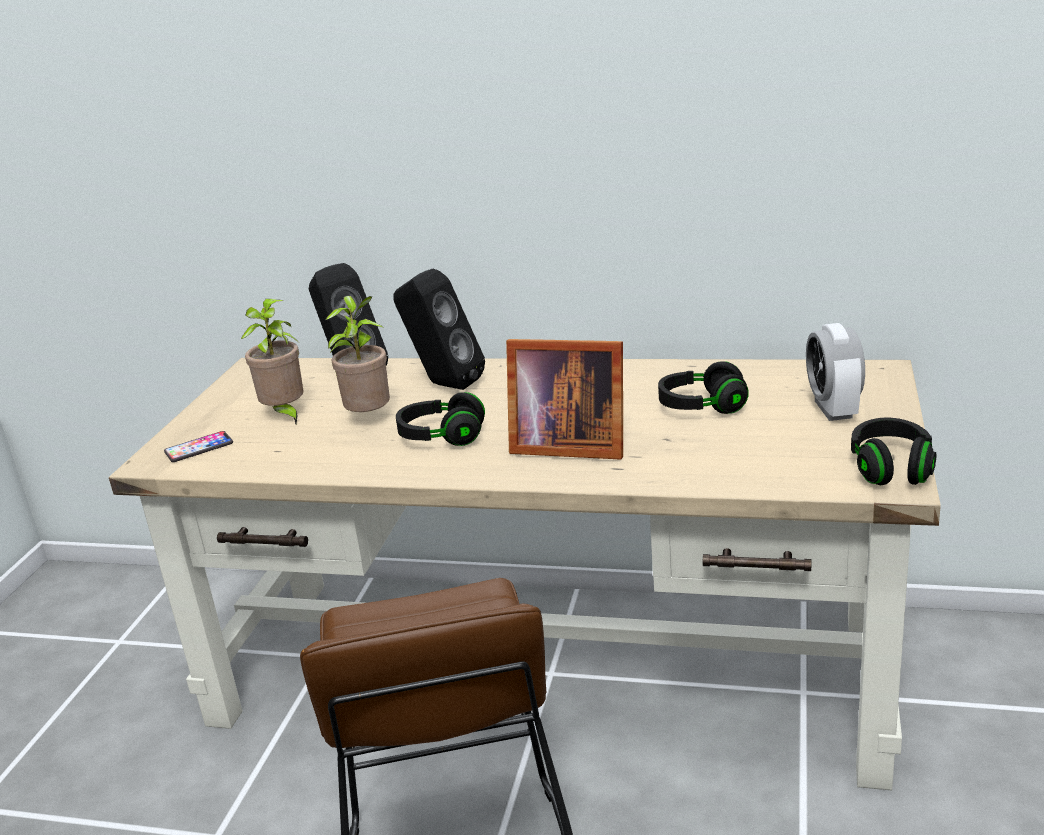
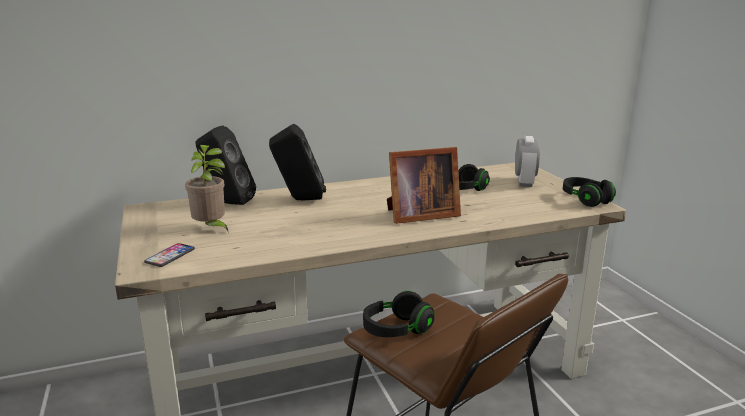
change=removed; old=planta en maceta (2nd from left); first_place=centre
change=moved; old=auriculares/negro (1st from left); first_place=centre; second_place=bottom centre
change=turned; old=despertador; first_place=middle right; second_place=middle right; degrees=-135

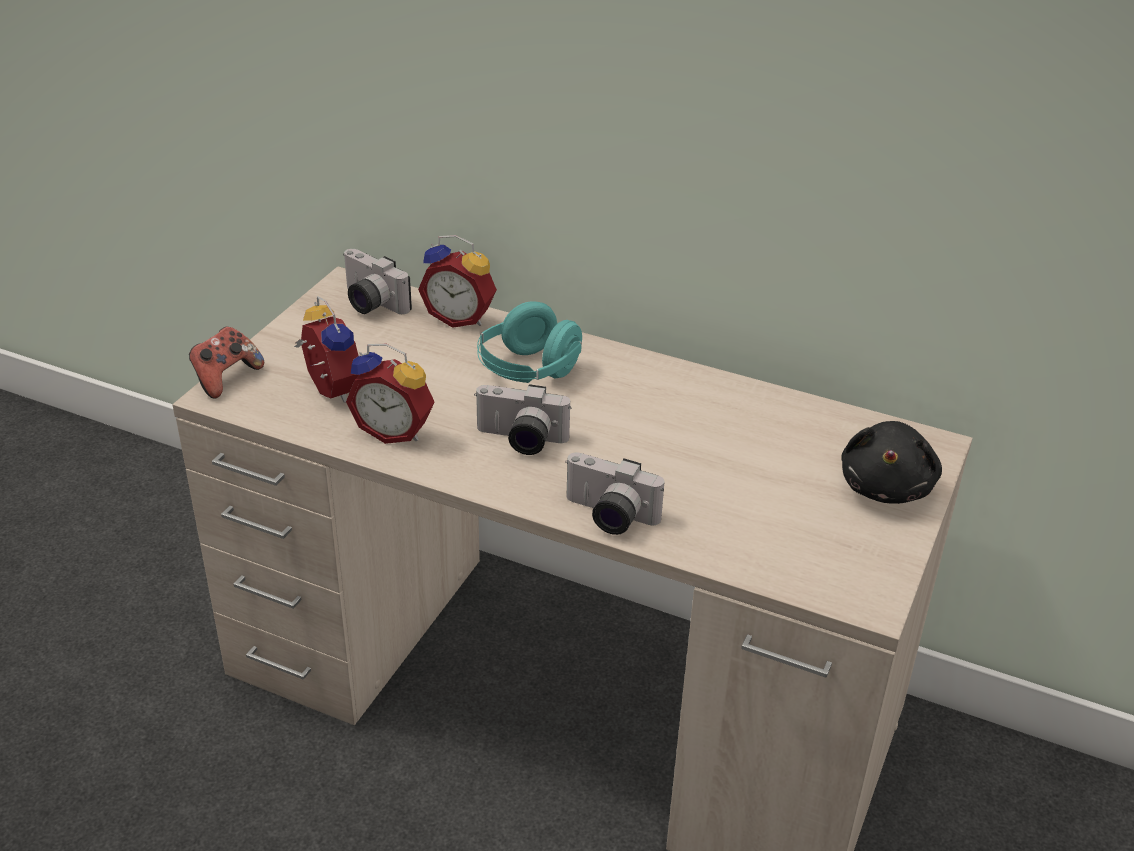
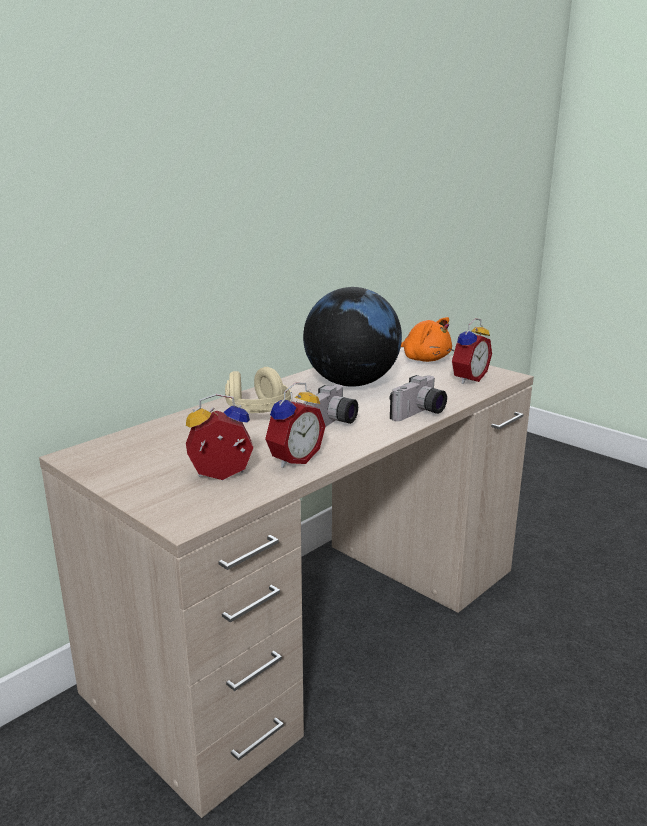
change=removed; old=mando de consola; first_place=middle left
change=removed; old=cámara (1st from left); first_place=top centre
change=added; new=globo terráqueo; second_place=centre
change=moved; old=despertador (3rd from left); first_place=top centre; second_place=middle right
change=recoloured; old=auriculares/turquesa; new=auriculares/beis; first_place=centre; second_place=centre
change=recoloured; old=peluche/negro; new=peluche/naranja; first_place=middle right; second_place=centre

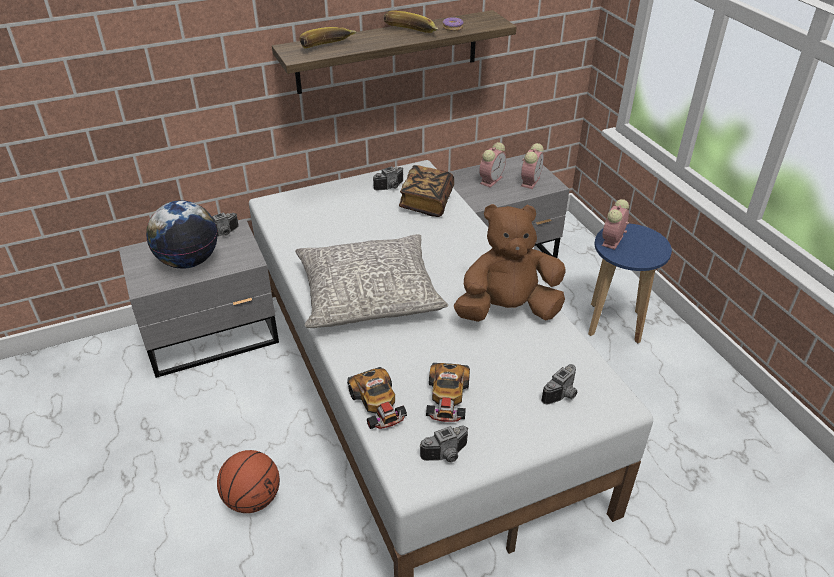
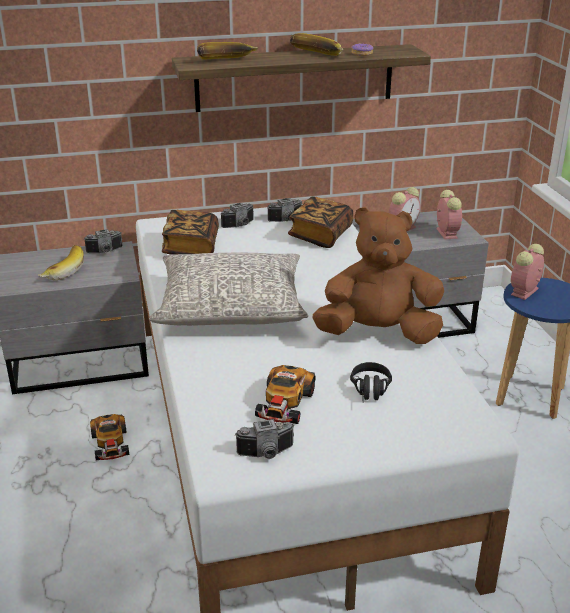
change=removed; old=balón de baloncesto; first_place=bottom left
change=added; new=libro (1st from left); second_place=centre
change=added; new=auriculares/negro; second_place=centre
change=moved; old=coche de juguete (1st from left); first_place=bottom centre; second_place=bottom left
change=moved; old=cámara (4th from left in the first image); new=cámara (2nd from left); first_place=middle right; second_place=centre
change=replaced; old=globo terráqueo; new=plátano (1st from left); first_place=middle left; second_place=middle left
change=turned; old=despertador (2nd from left); first_place=top centre; second_place=middle right; degrees=-45

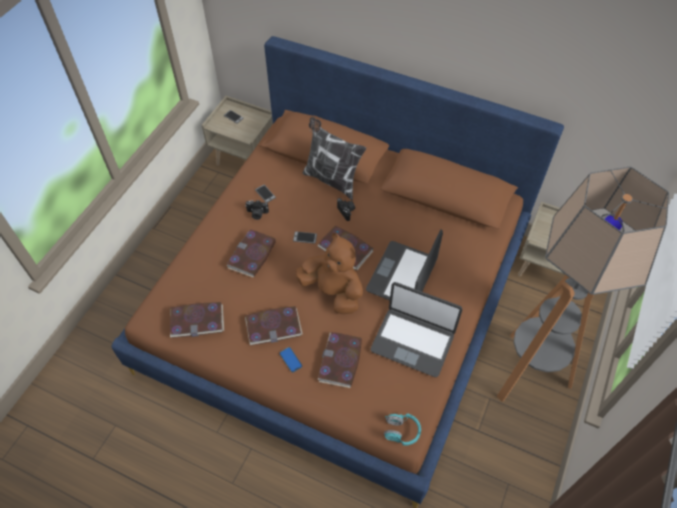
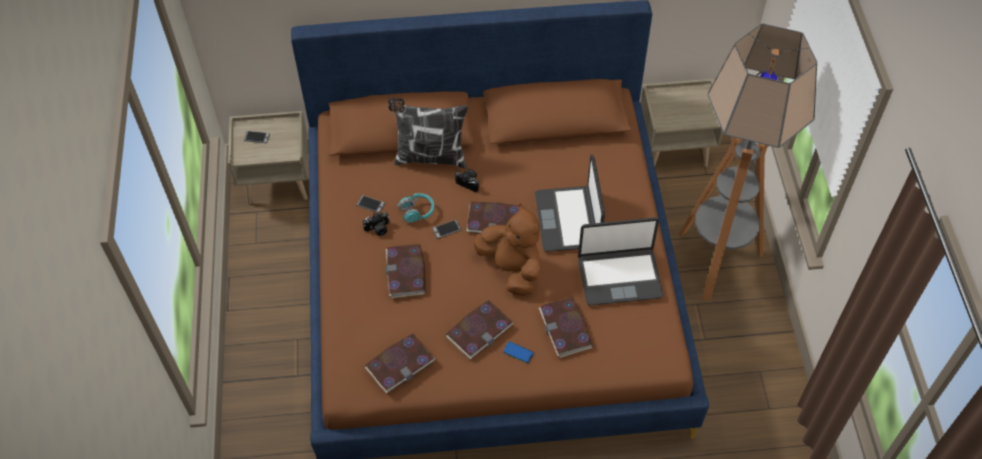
change=moved; old=auriculares/turquesa; first_place=bottom centre; second_place=centre
change=turned; old=peluche/marrón; first_place=centre; second_place=centre; degrees=45

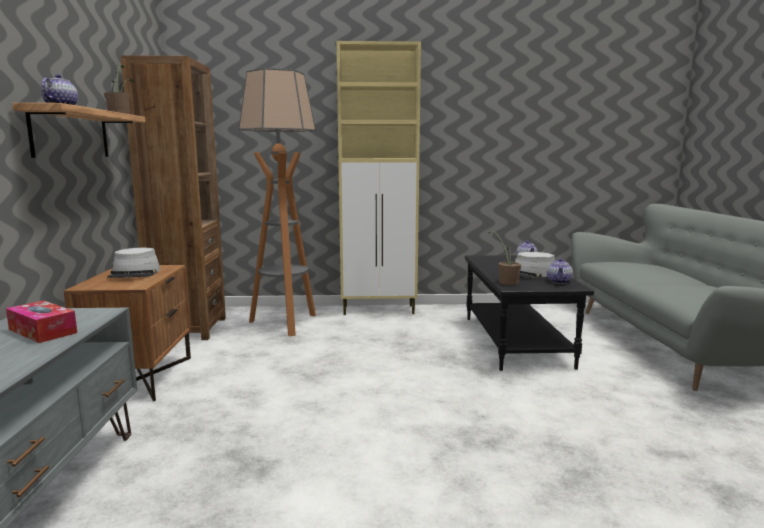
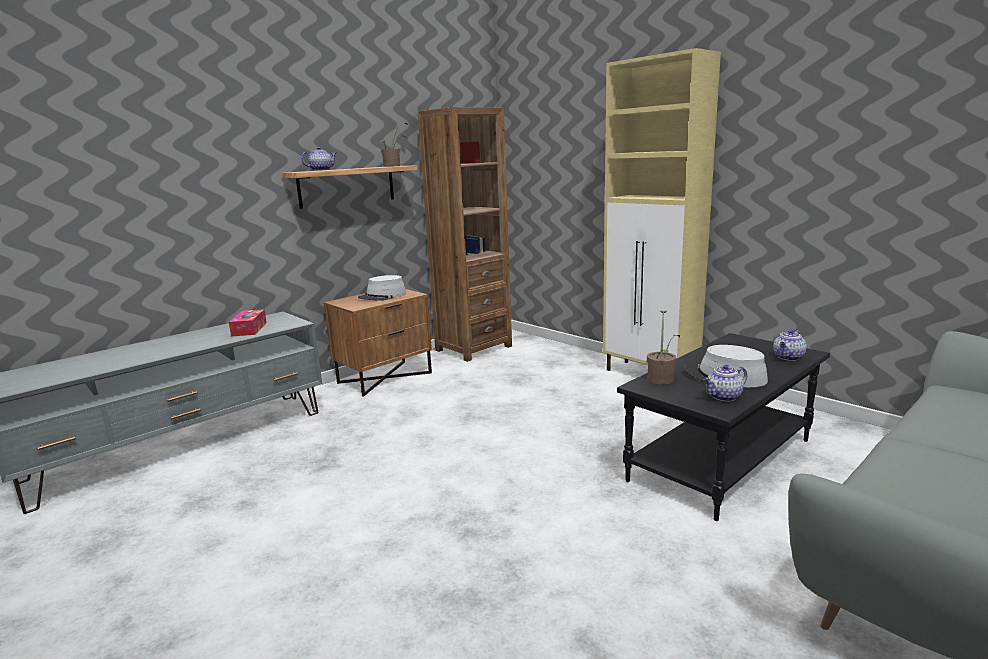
change=removed; old=lámpara de pie; first_place=centre

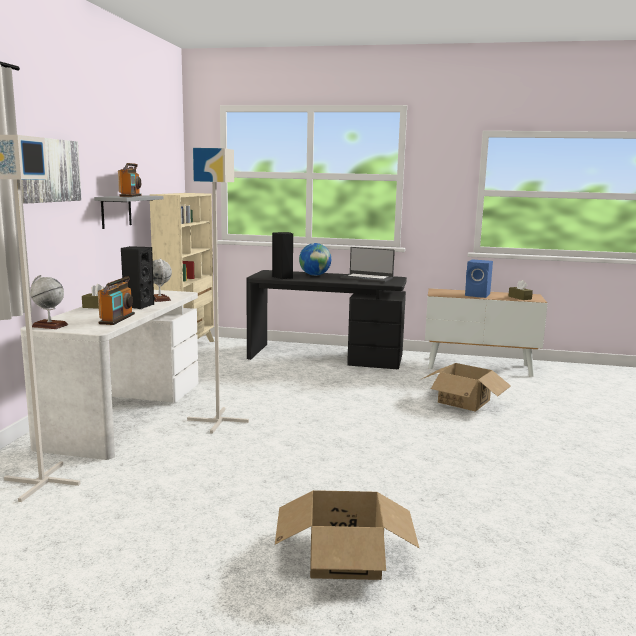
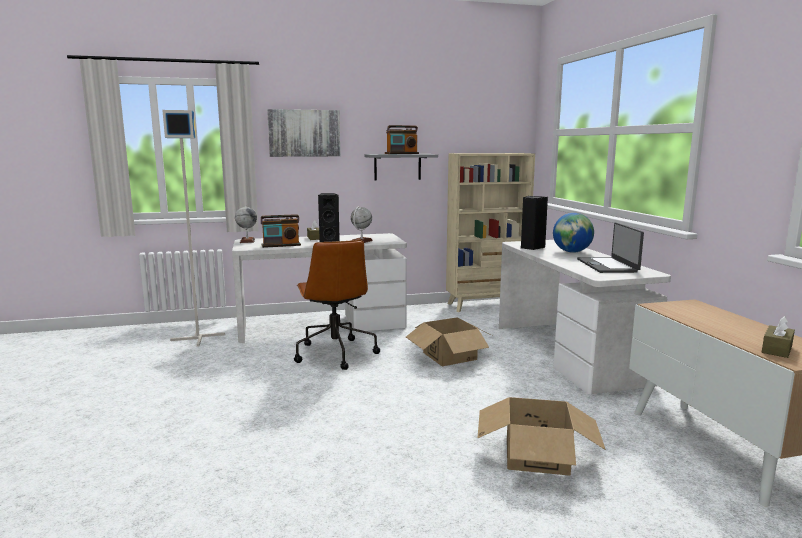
change=removed; old=altavoz/azul; first_place=middle right
change=moved; old=caja de cartón (1st from left); first_place=bottom centre; second_place=centre
change=replaced; old=lámpara de pie/gris (2nd from left); new=silla de oficina/marrón; first_place=centre; second_place=centre
change=recoloured; old=escritorio/negro; new=escritorio/blanco (2nd from left); first_place=centre; second_place=middle right

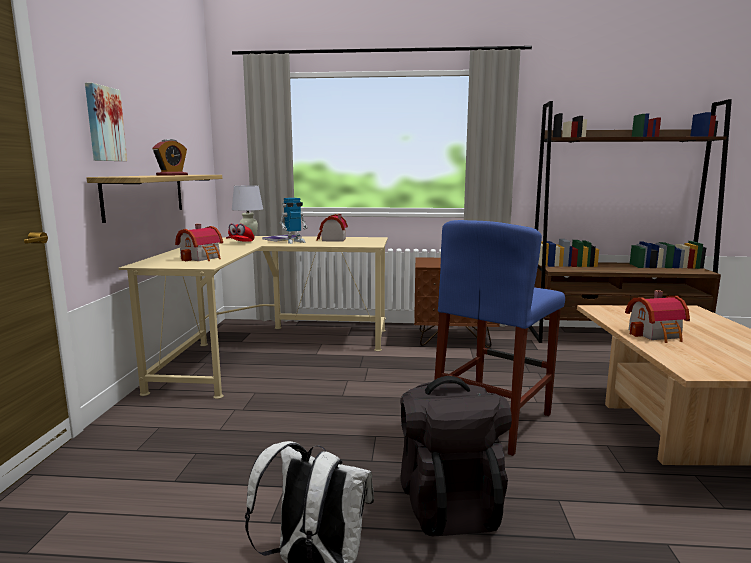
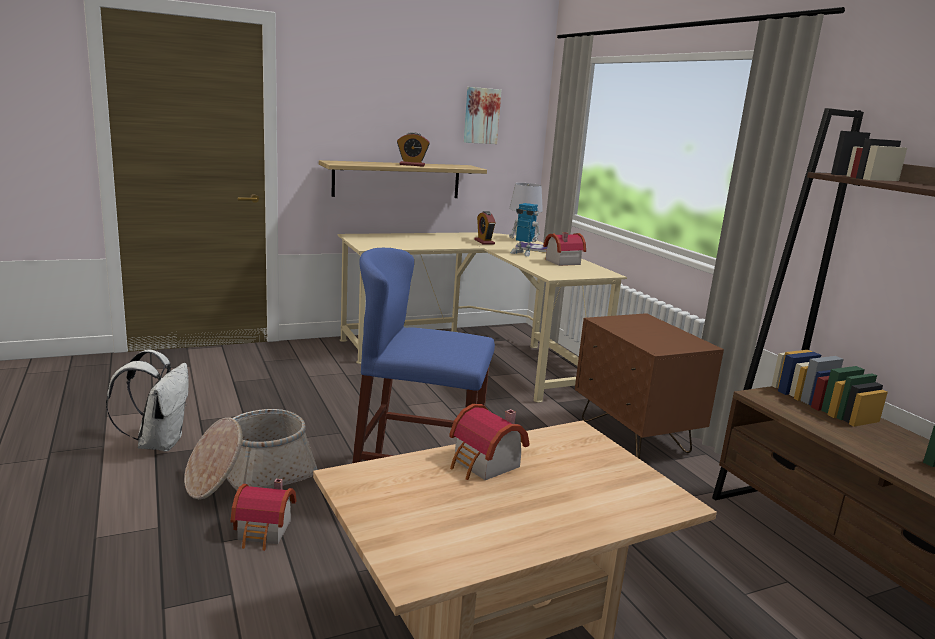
change=moved; old=cuadro; first_place=top left; second_place=top centre
change=moved; old=casita (1st from left); first_place=middle left; second_place=bottom left
change=replaced; old=gorra/rojo; new=despertador (2nd from left); first_place=middle left; second_place=centre
change=replaced; old=mochila/negro; new=cesta; first_place=bottom centre; second_place=bottom left

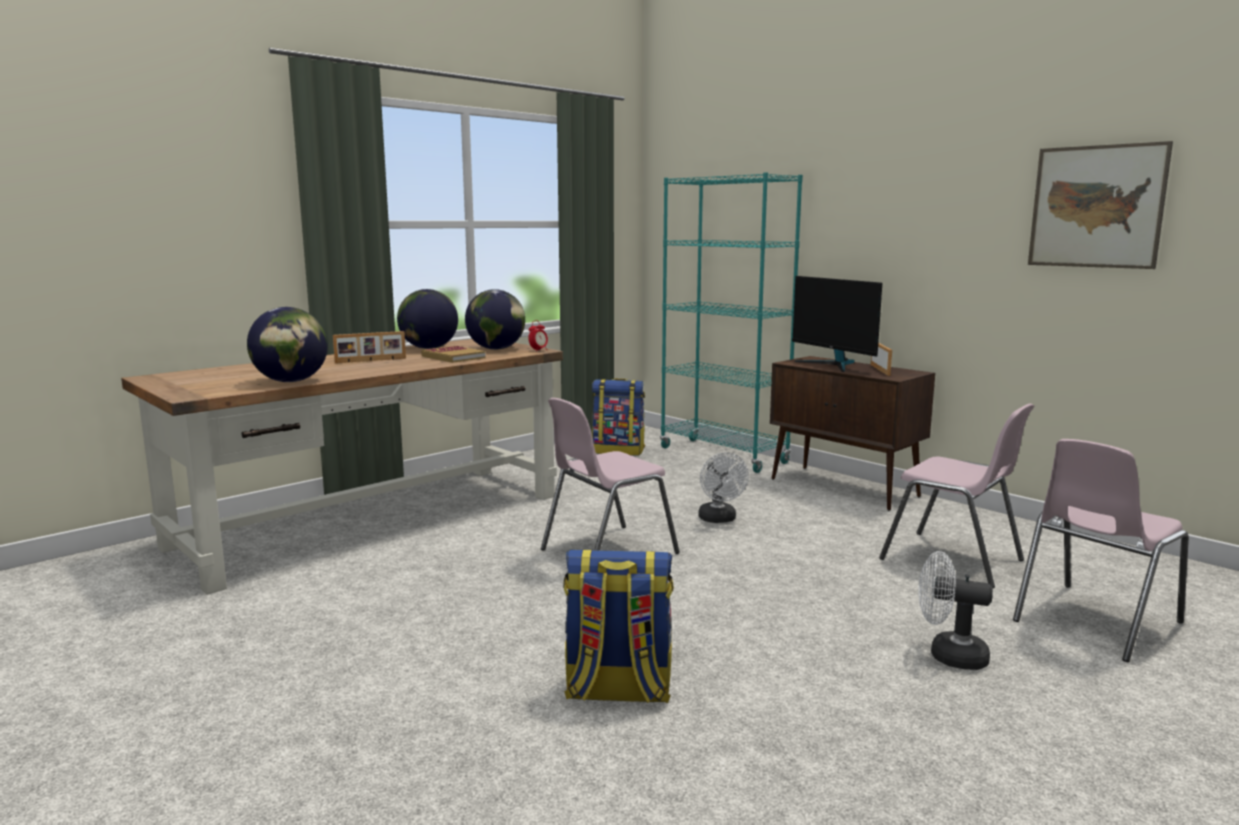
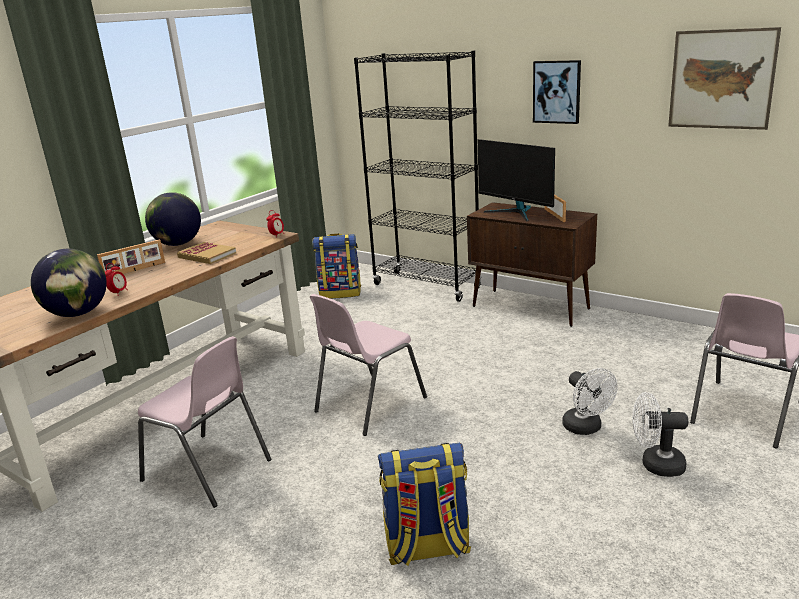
change=removed; old=globo terráqueo (3rd from left); first_place=centre
change=added; new=despertador (1st from left); second_place=middle left
change=added; new=cuadro (1st from left); second_place=top right
change=moved; old=ventilador/blanco (1st from left); first_place=centre; second_place=bottom right
change=moved; old=silla/rosa (2nd from left in the first image); new=silla/rosa (1st from left); first_place=middle right; second_place=bottom left
change=recoloured; old=estantería/turquesa; new=estantería/negro; first_place=centre; second_place=top centre

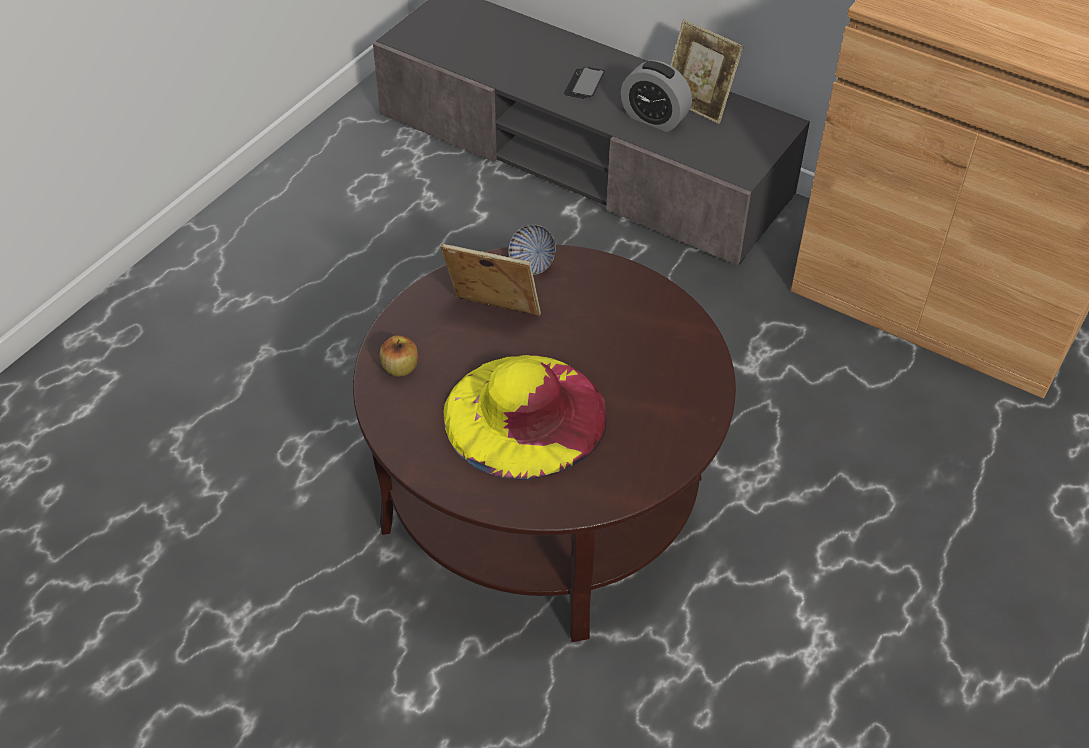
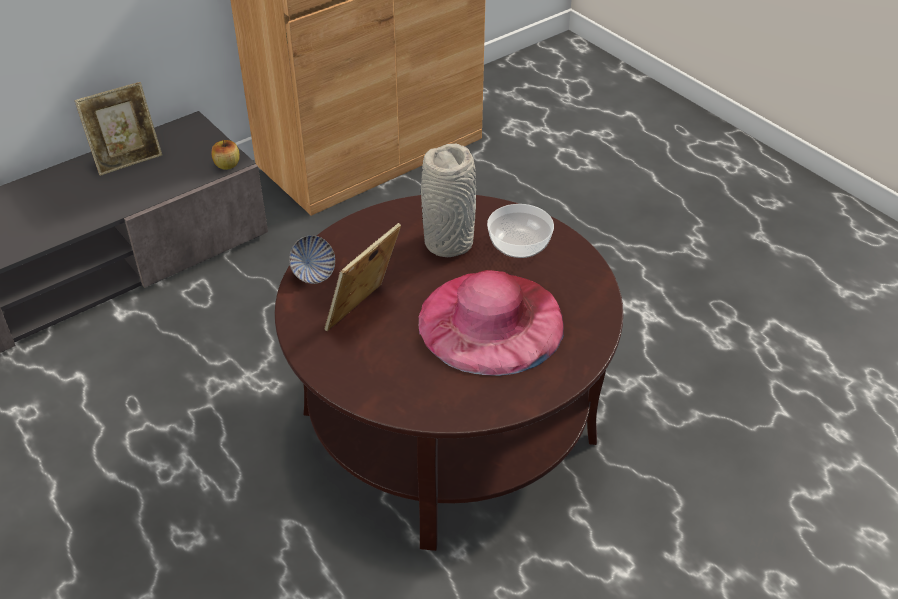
change=removed; old=móvil; first_place=top centre
change=removed; old=despertador; first_place=top centre
change=added; new=florero/gris; second_place=centre
change=added; new=cuenco (2nd from left); second_place=centre
change=moved; old=manzana; first_place=centre; second_place=top left
change=recoloured; old=sombrero/amarillo; new=sombrero/rosa; first_place=centre; second_place=centre

